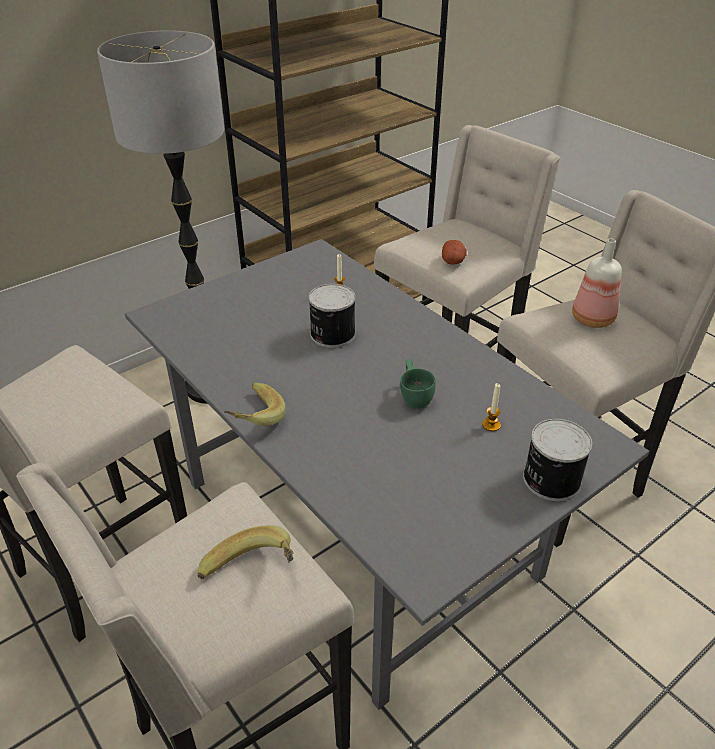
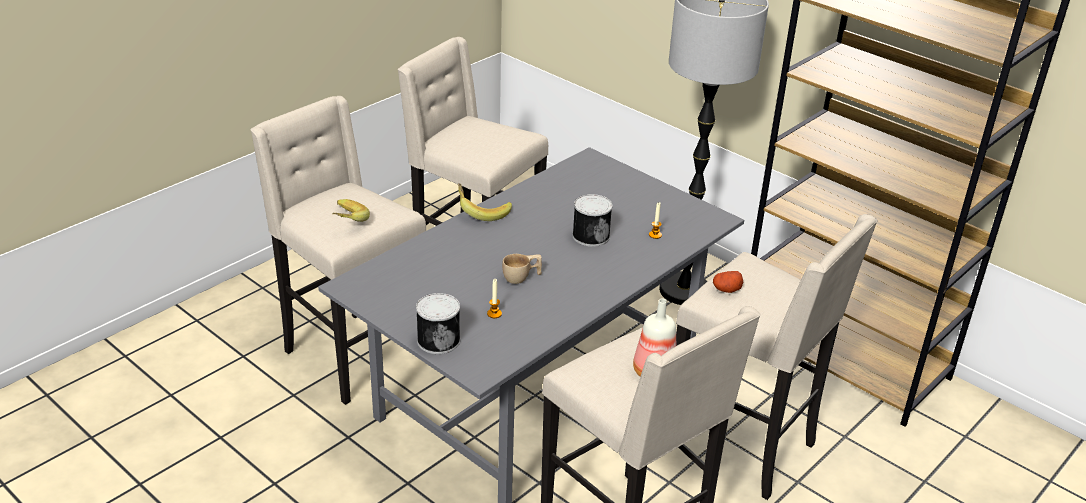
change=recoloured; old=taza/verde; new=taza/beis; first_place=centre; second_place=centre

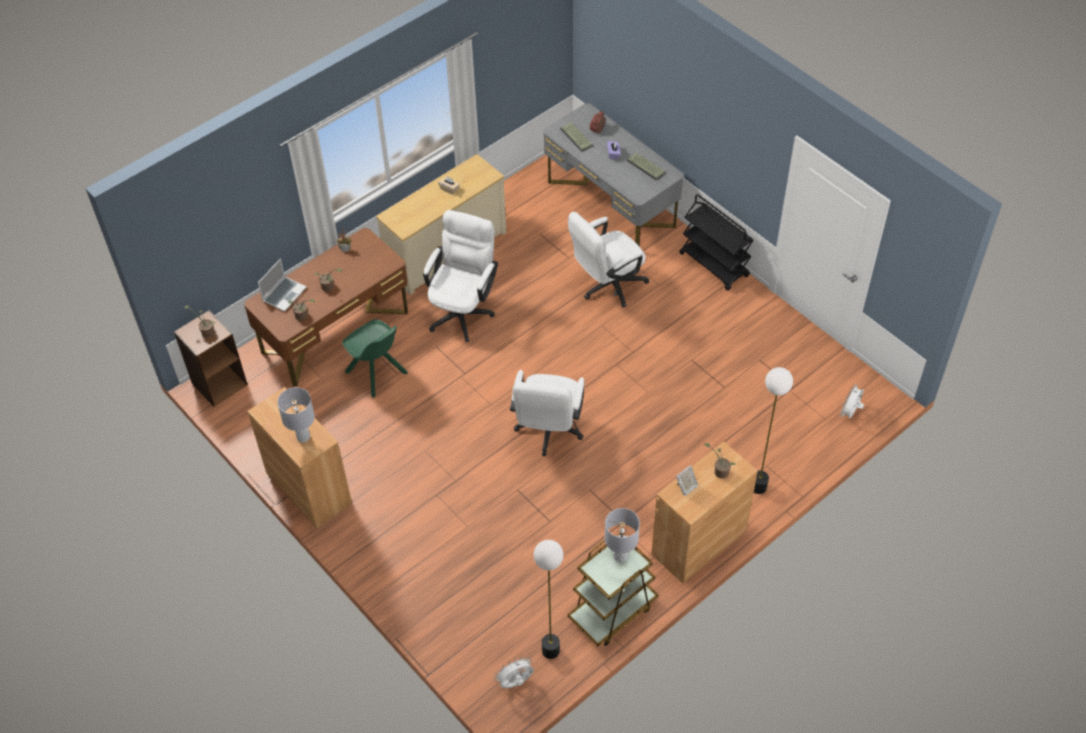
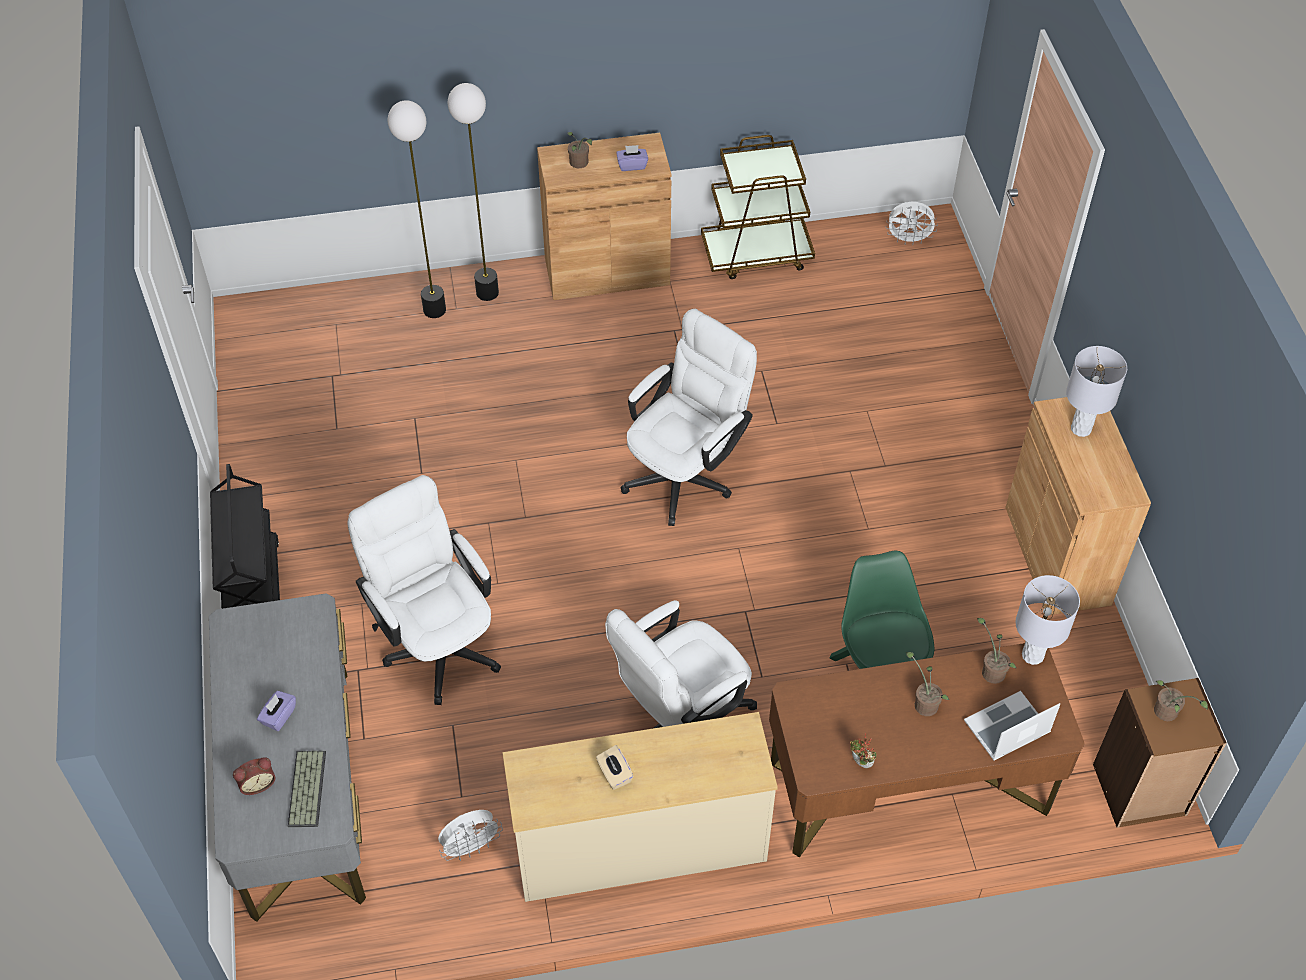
change=removed; old=teclado (2nd from left); first_place=top centre
change=moved; old=lámpara de pie (1st from left); first_place=bottom centre; second_place=top left
change=moved; old=lámpara de mesa/gris (2nd from left in the first image); new=lámpara de mesa/gris (1st from left); first_place=bottom centre; second_place=middle right
change=moved; old=ventilador/blanco (2nd from left in the first image); new=ventilador/blanco (1st from left); first_place=middle right; second_place=bottom centre
change=replaced; old=portarretratos; new=caja de pañuelos/morado (2nd from left); first_place=centre; second_place=top centre
change=turned; old=silla de oficina/blanco (3rd from left in the first image); first_place=centre; second_place=middle left; degrees=-120

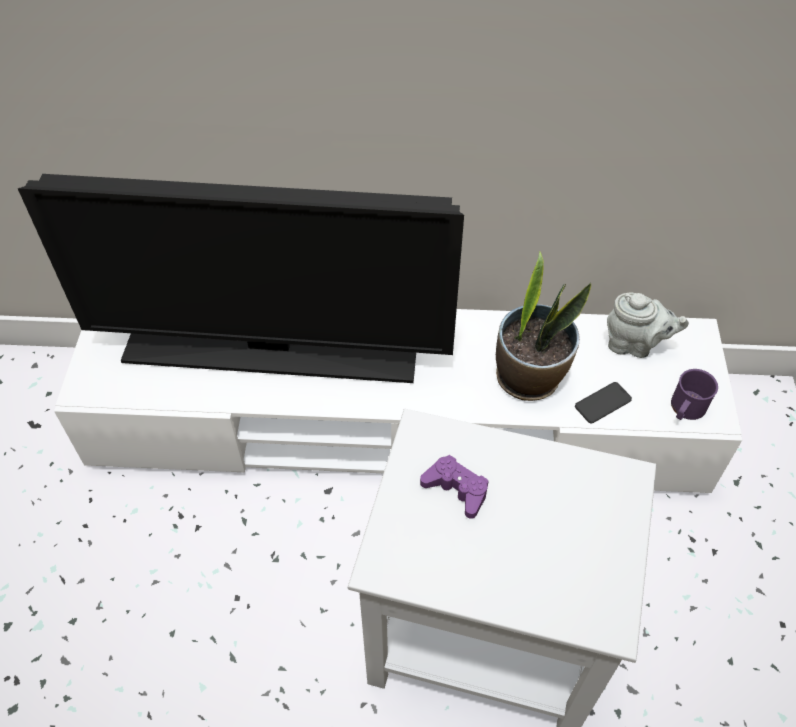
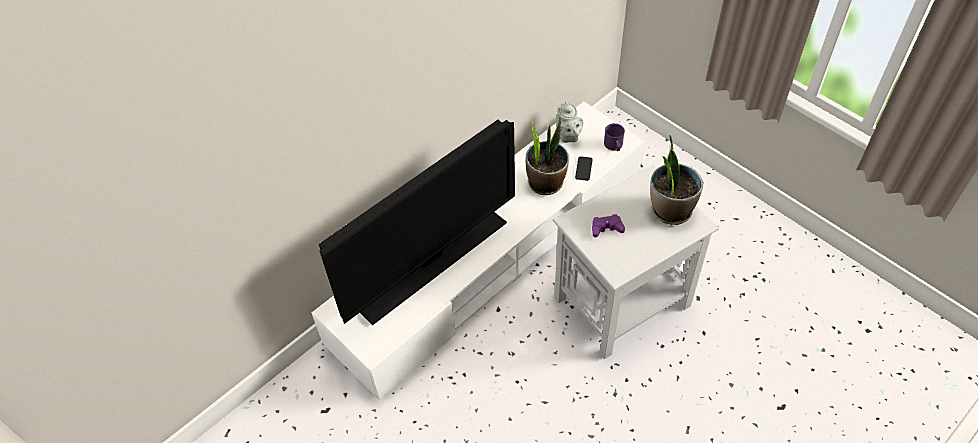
change=added; new=planta en maceta (2nd from left); second_place=middle right
change=turned; old=tetera/gris; first_place=middle right; second_place=top centre; degrees=105

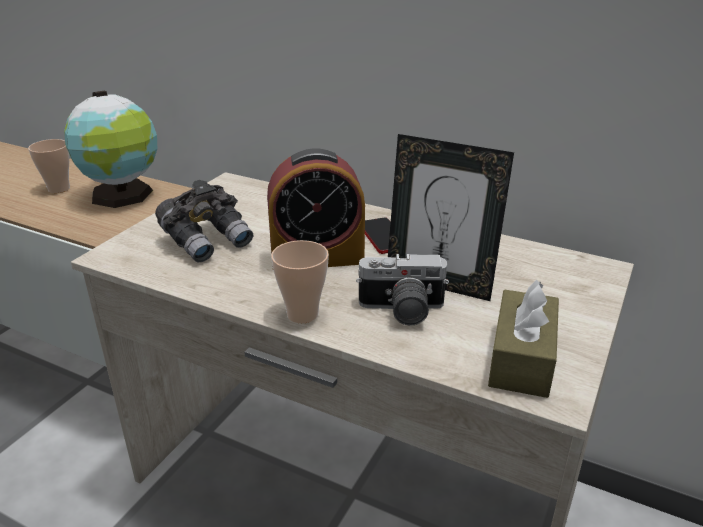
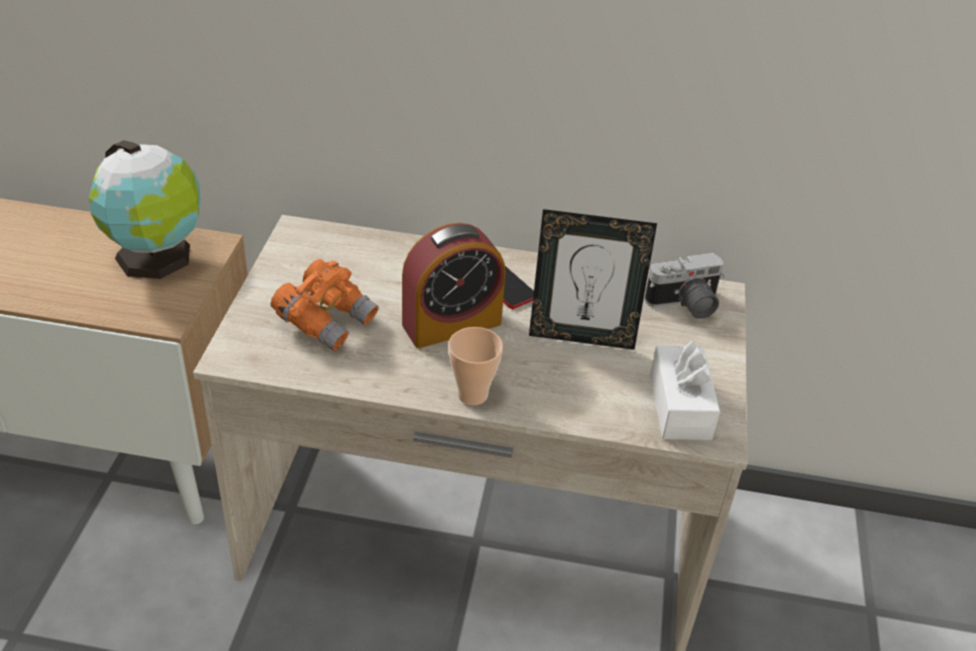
change=removed; old=taza (1st from left); first_place=top left
change=moved; old=cámara; first_place=centre; second_place=middle right
change=recoloured; old=prismáticos/gris; new=prismáticos/naranja; first_place=middle left; second_place=middle left
change=recoloured; old=caja de pañuelos/marrón; new=caja de pañuelos/blanco; first_place=middle right; second_place=middle right

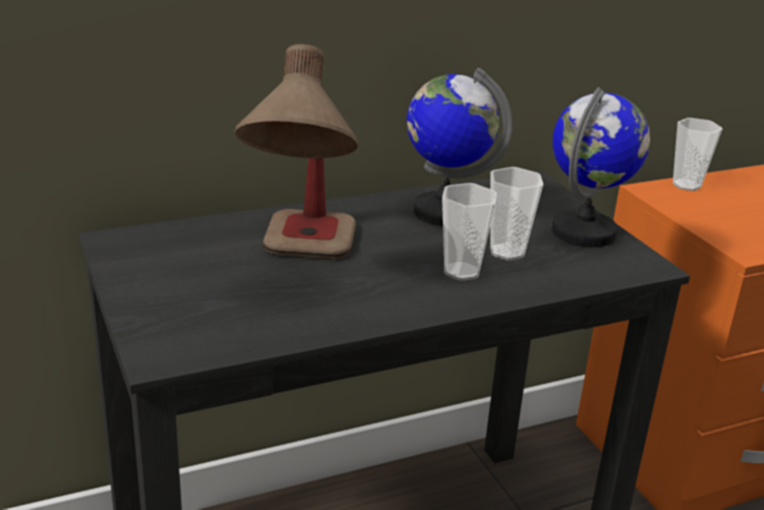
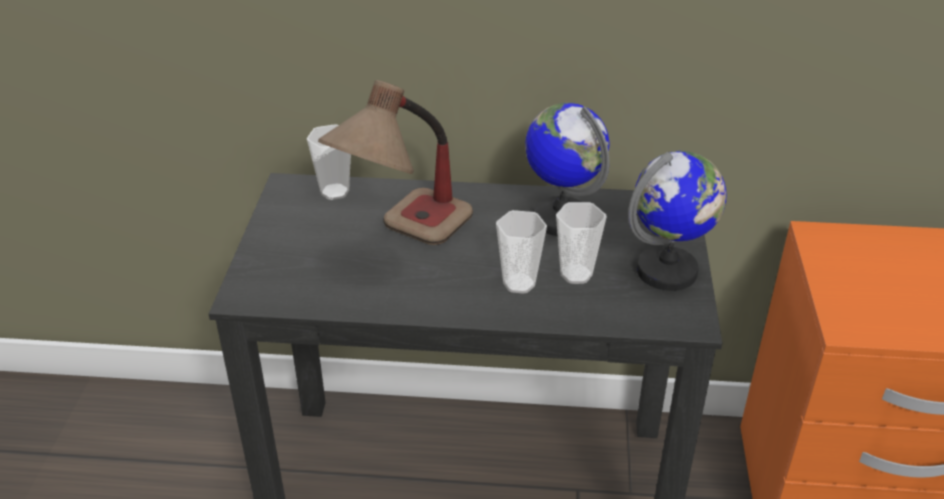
change=moved; old=taza (3rd from left in the first image); new=taza (1st from left); first_place=top right; second_place=top centre

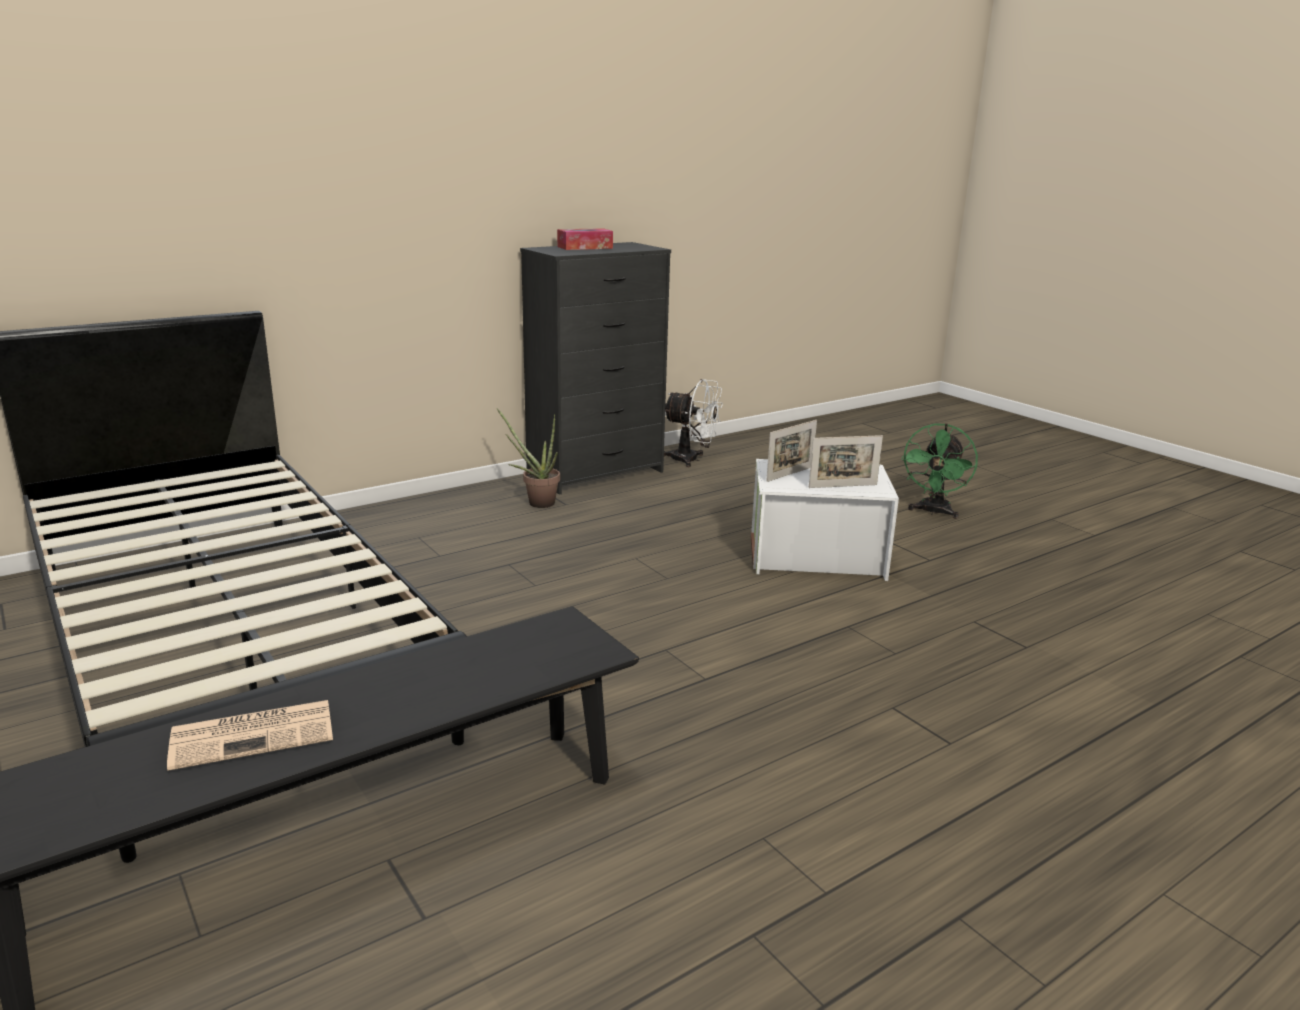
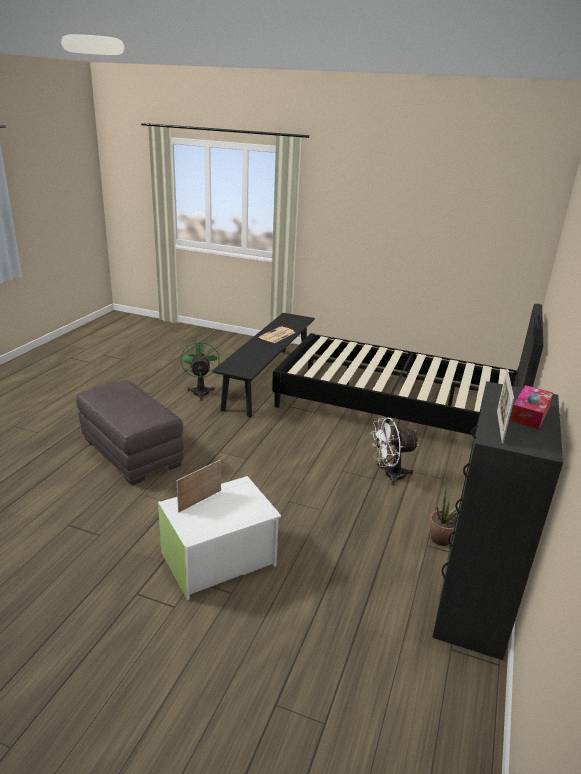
change=added; new=puf/gris; second_place=middle left
change=moved; old=ventilador/blanco; first_place=centre; second_place=middle right
change=moved; old=portarretratos (1st from left in the first image); new=portarretratos (2nd from left); first_place=centre; second_place=middle right
change=moved; old=ventilador/verde; first_place=middle right; second_place=centre

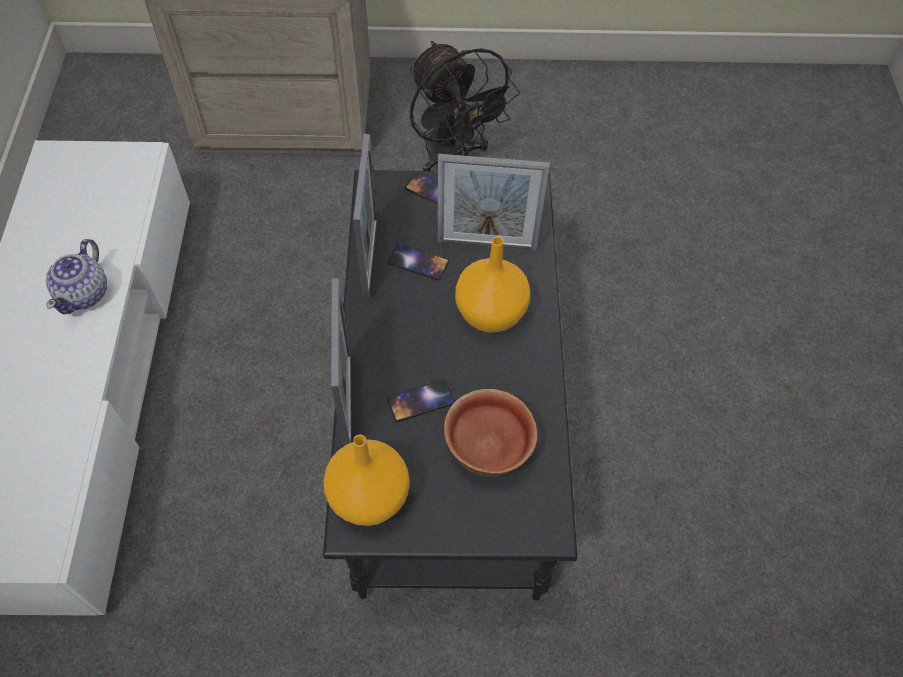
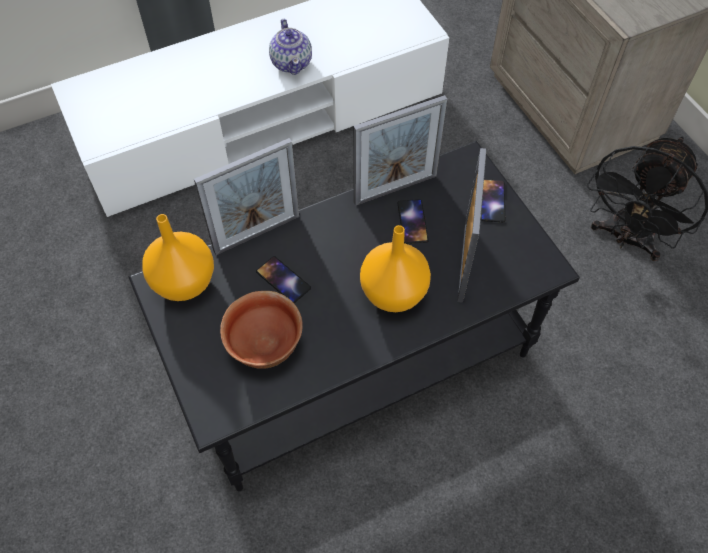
change=turned; old=tetera; first_place=middle left; second_place=top centre; degrees=-90
change=turned; old=portarretratos (3rd from left); first_place=top centre; second_place=centre; degrees=-150

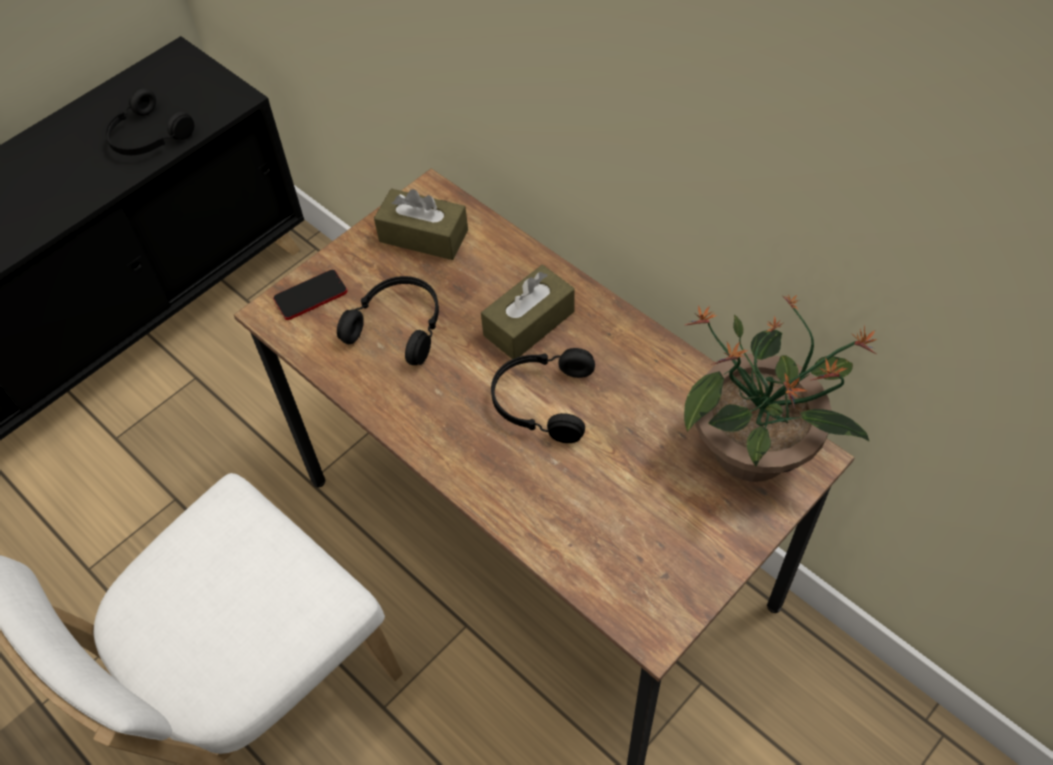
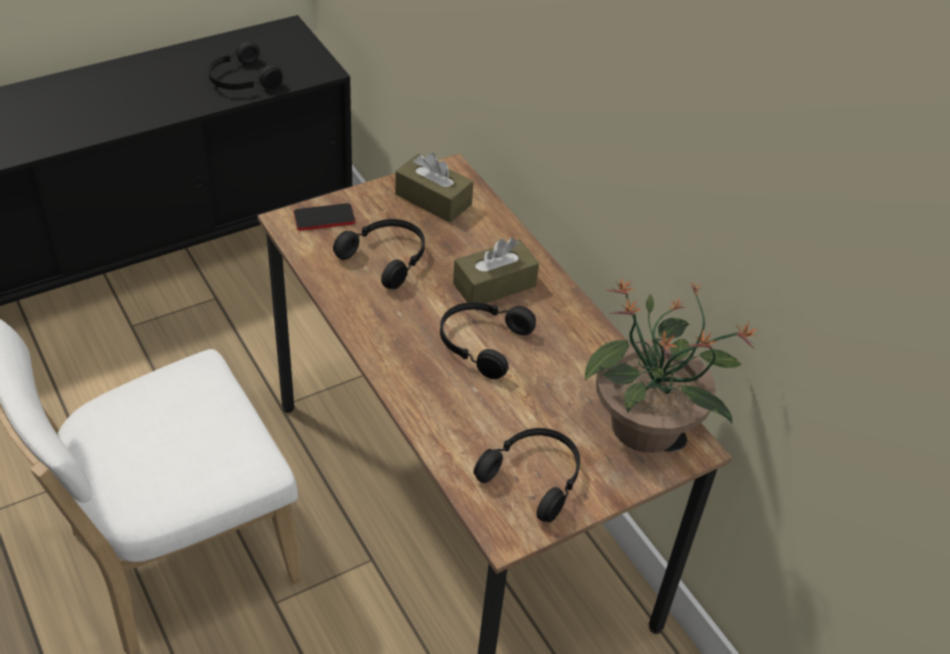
change=added; new=auriculares/negro (4th from left); second_place=bottom centre

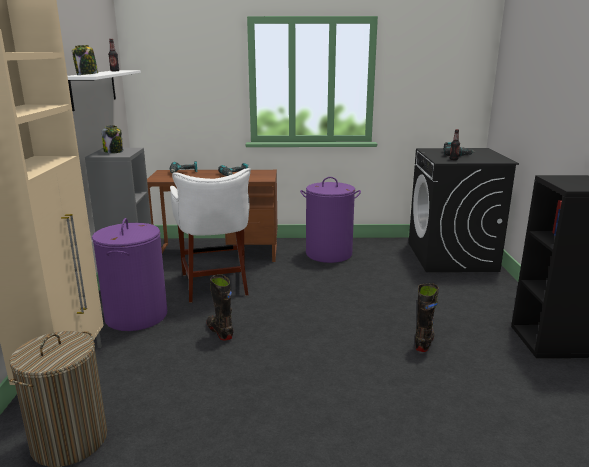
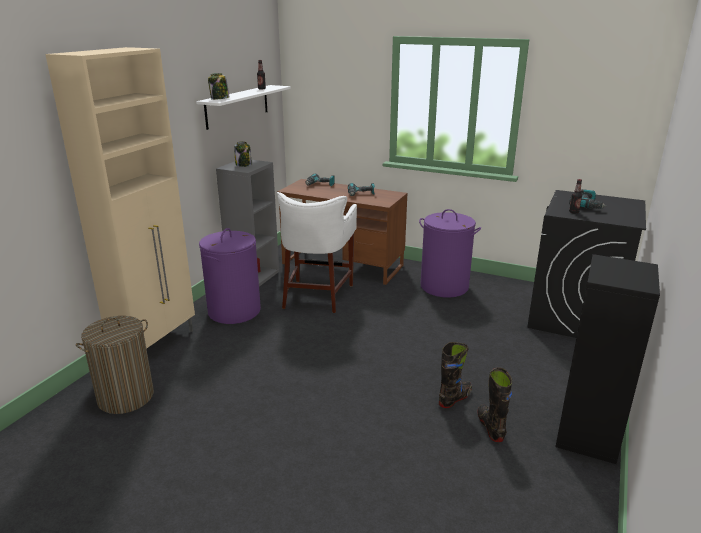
change=moved; old=bota/negro (1st from left in the first image); new=bota/negro (2nd from left); first_place=centre; second_place=bottom right

